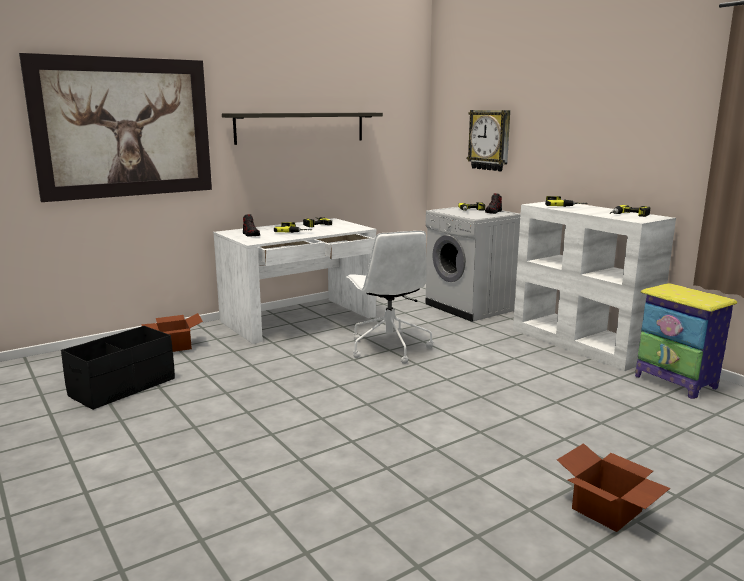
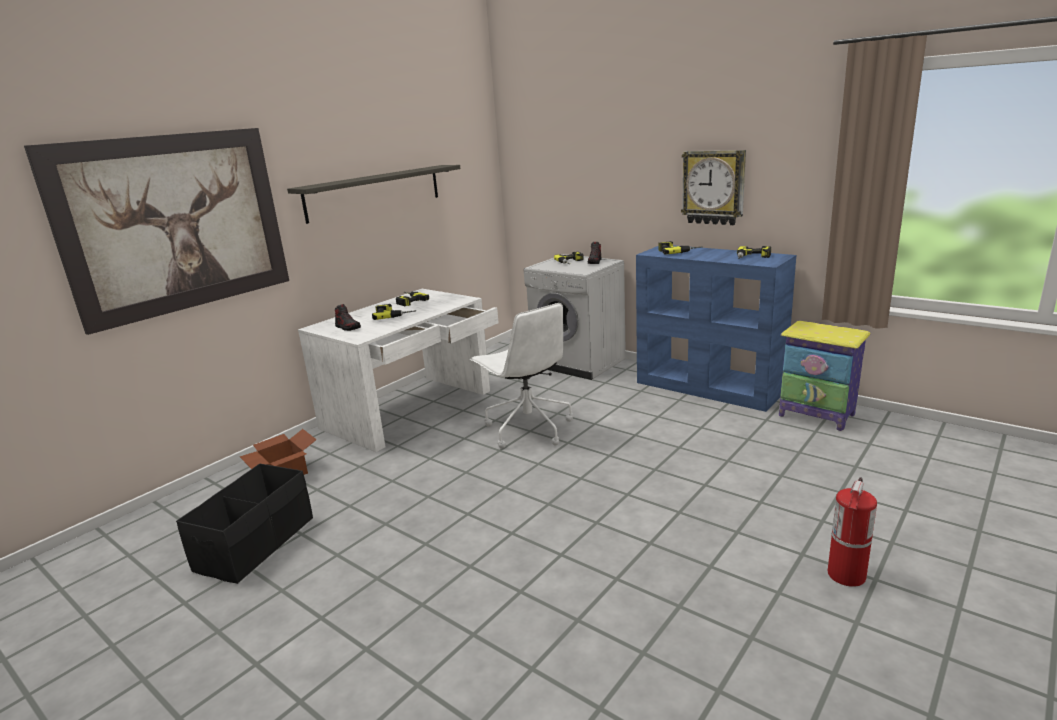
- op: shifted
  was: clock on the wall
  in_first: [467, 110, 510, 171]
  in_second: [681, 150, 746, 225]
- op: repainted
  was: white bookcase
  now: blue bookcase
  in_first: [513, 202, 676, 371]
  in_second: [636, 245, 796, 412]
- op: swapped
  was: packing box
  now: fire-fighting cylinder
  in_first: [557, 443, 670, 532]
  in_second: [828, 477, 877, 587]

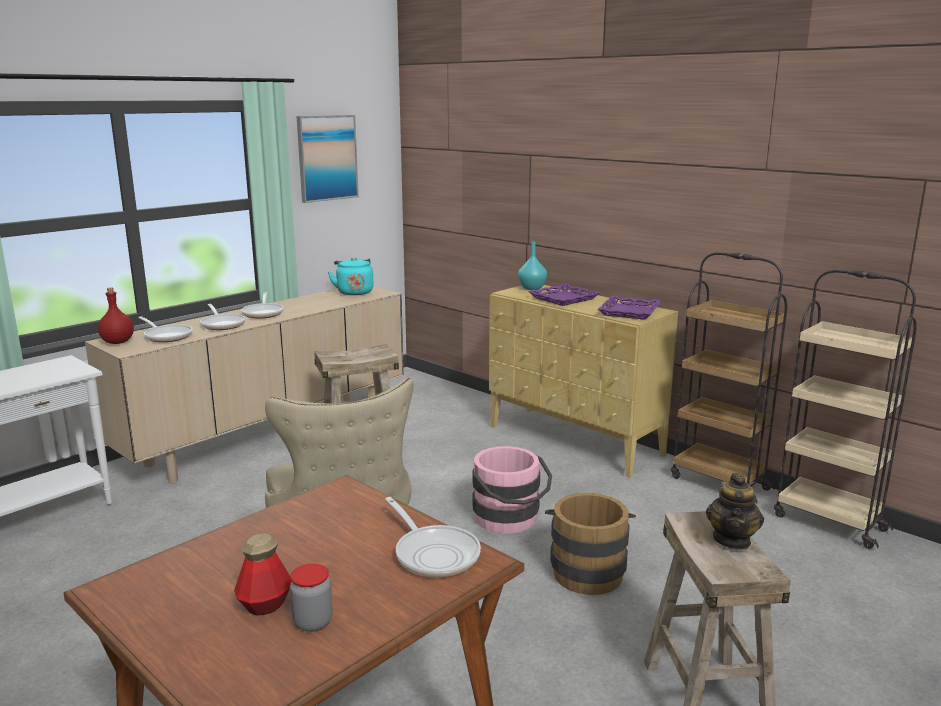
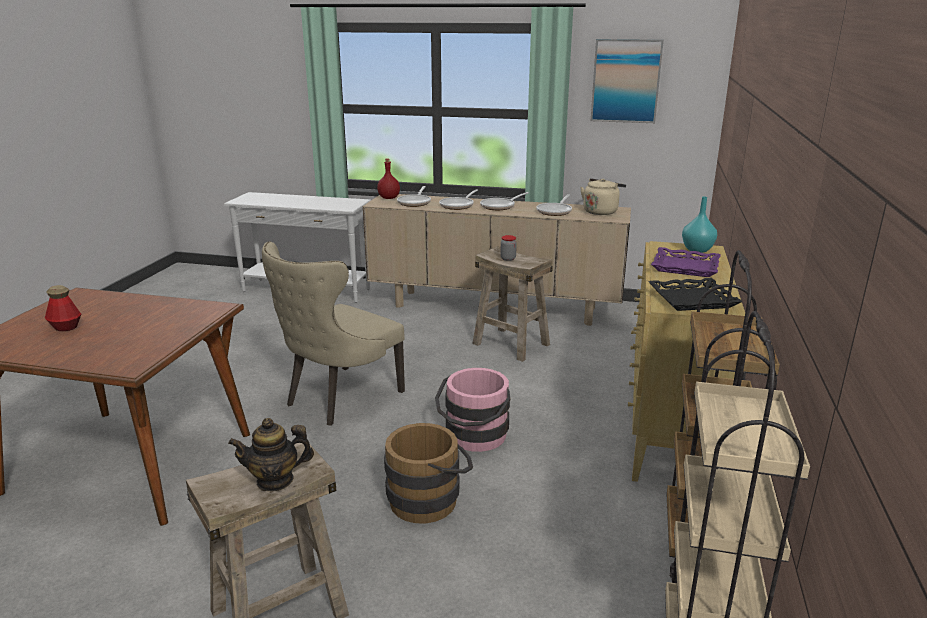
- op: shifted
  was: preserve jar
  in_first: [290, 563, 333, 632]
  in_second: [500, 235, 517, 261]
- op: repainted
  was: blue-green kettle
  now: beige kettle
  in_first: [328, 257, 374, 295]
  in_second: [580, 178, 626, 215]
- op: shifted
  was: skillet
  in_first: [385, 497, 481, 577]
  in_second: [536, 194, 572, 216]
- op: repainted
  was: purple-coloured serving tray
  now: blackish serving tray
  in_first: [598, 296, 661, 320]
  in_second: [648, 278, 742, 311]

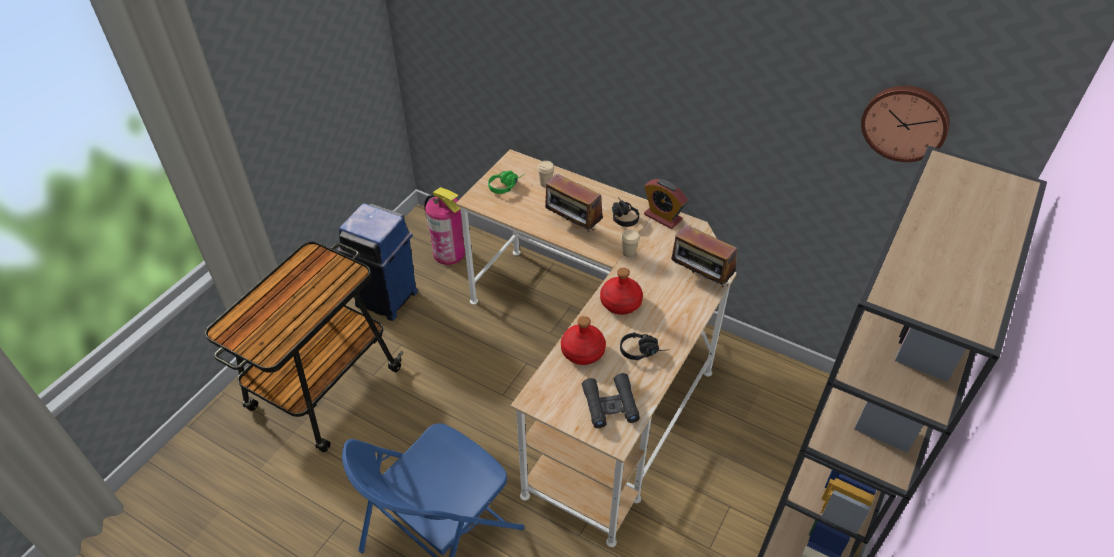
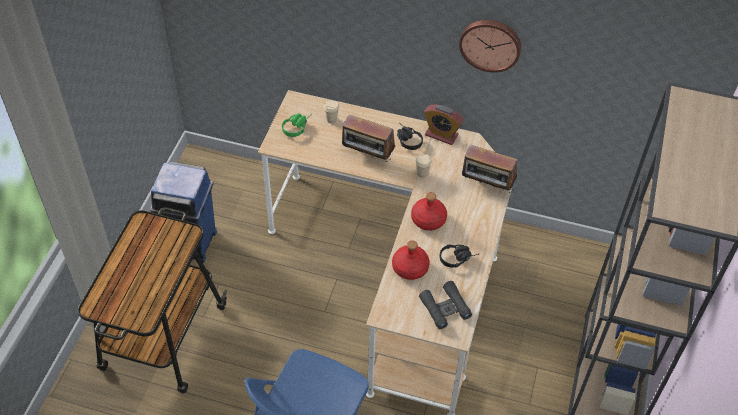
- op: gone
  was: fire-fighting cylinder
  in_first: [424, 187, 465, 265]
- op: shifted
  was: clock on the wall
  in_first: [861, 86, 950, 162]
  in_second: [459, 20, 521, 73]

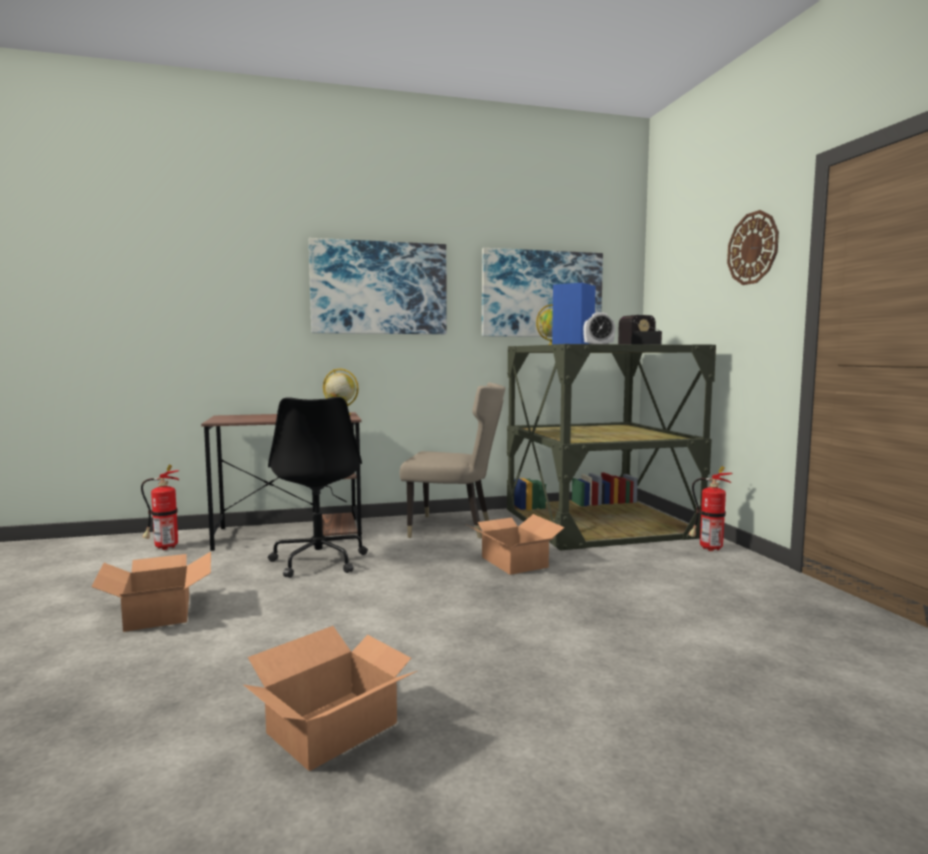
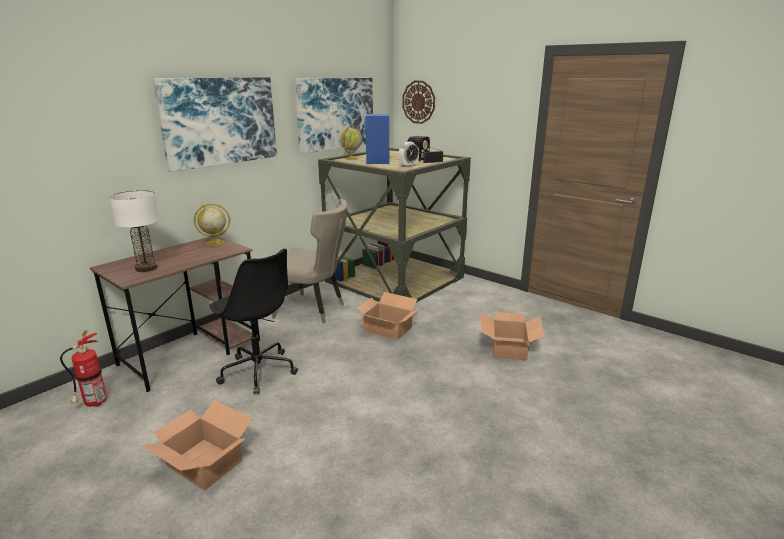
- op: shifted
  was: packing box
  in_first: [244, 626, 417, 771]
  in_second: [481, 312, 545, 360]
- op: rotated
  was: beige upright chair
  in_first: [400, 382, 505, 538]
  in_second: [272, 199, 347, 323]
  clockwise: 45
- op: gone
  was: fire-fighting cylinder
  in_first: [688, 466, 733, 551]
- op: shifted
  was: clock on the wall
  in_first: [727, 210, 779, 285]
  in_second: [402, 81, 435, 124]
- op: new
  now: lamp for a table
  in_second: [109, 190, 159, 272]

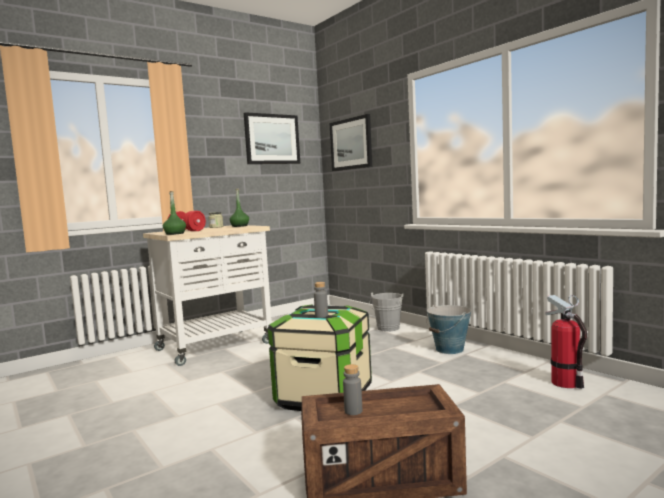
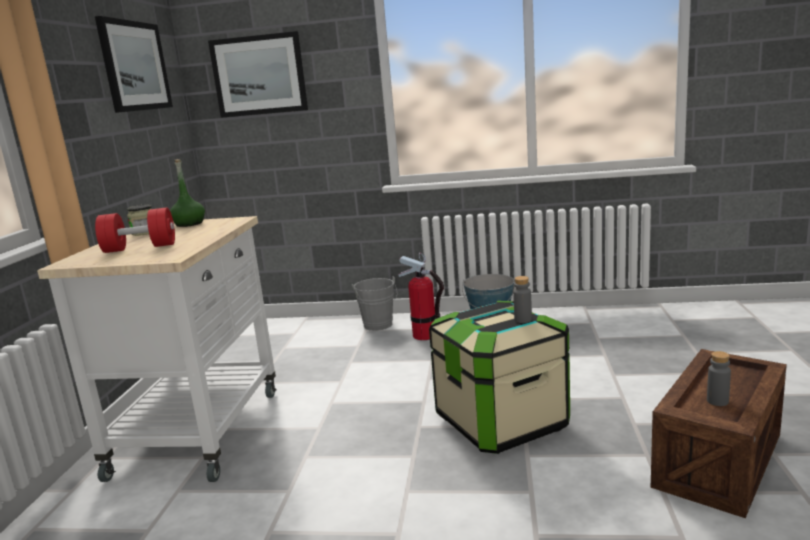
- op: gone
  was: green drink bottle
  in_first: [163, 191, 186, 235]
- op: shifted
  was: fire-fighting cylinder
  in_first: [546, 295, 587, 389]
  in_second: [398, 253, 444, 340]

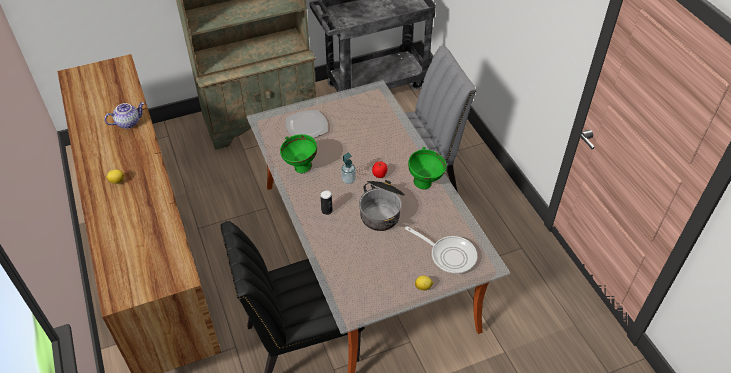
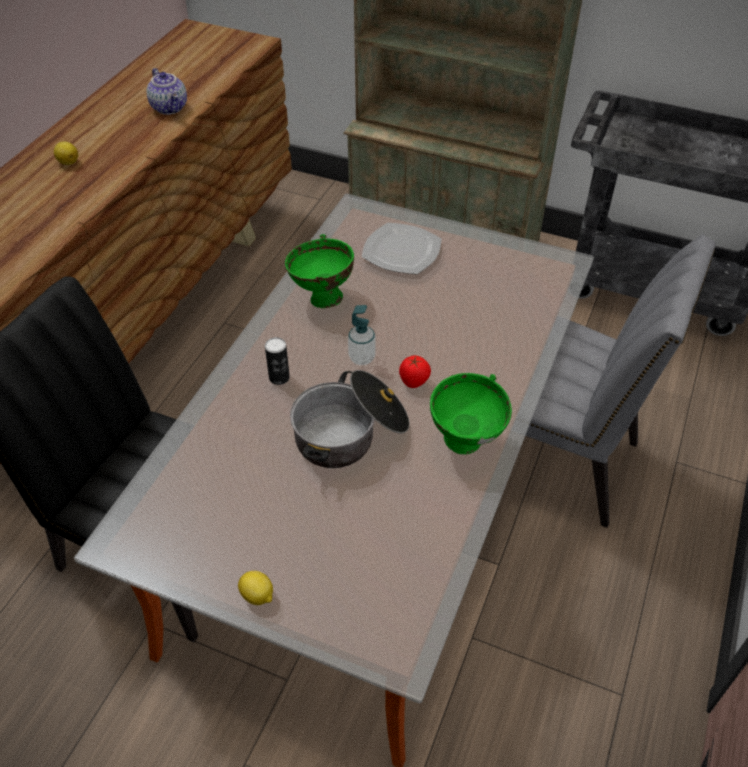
- op: rotated
  was: teapot
  in_first: [104, 102, 145, 129]
  in_second: [147, 68, 187, 115]
  clockwise: 45
- op: gone
  was: skillet
  in_first: [405, 226, 477, 274]

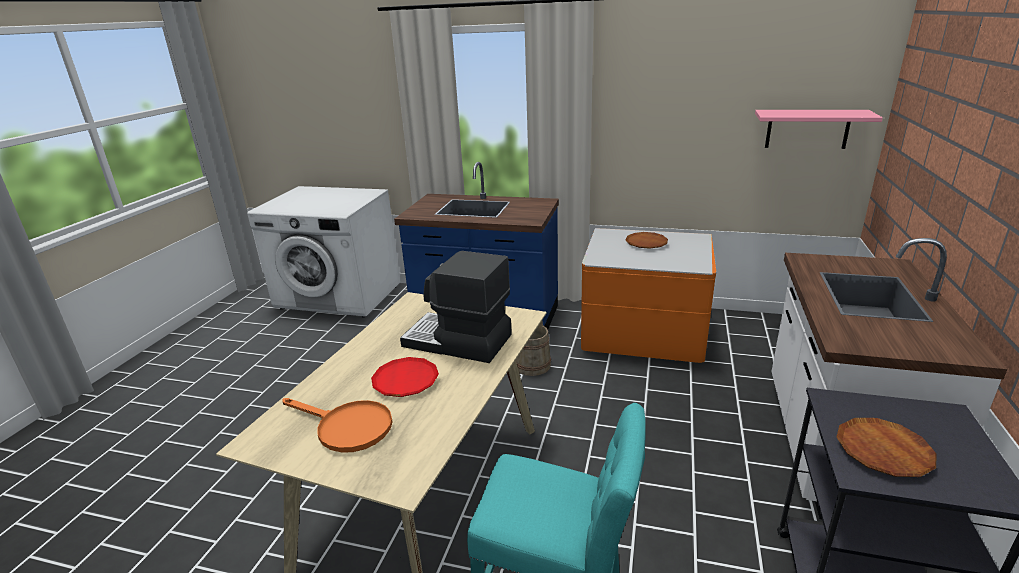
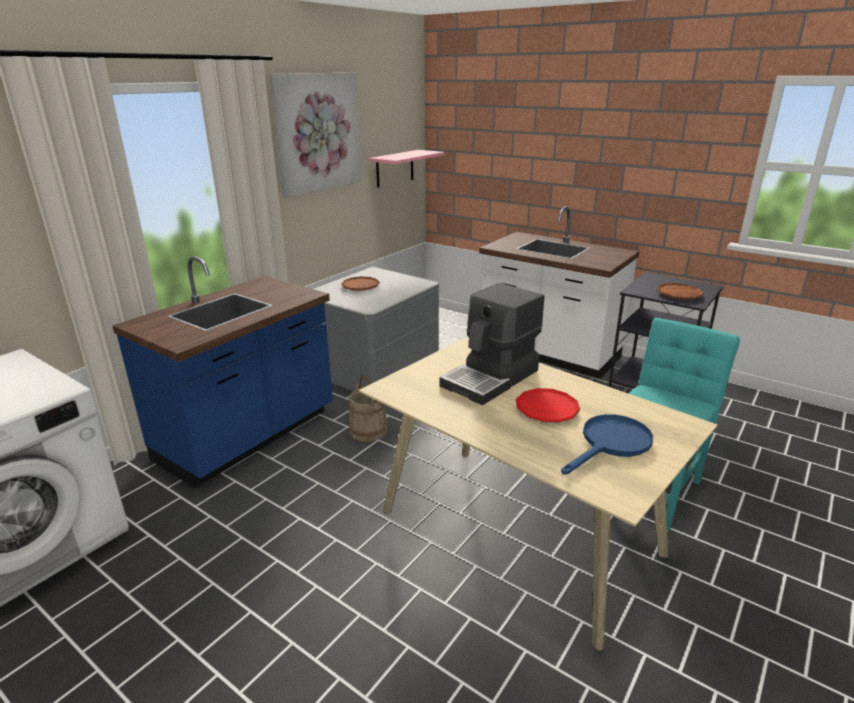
- op: repainted
  was: orange skillet
  now: blue skillet
  in_first: [283, 398, 392, 453]
  in_second: [561, 414, 653, 475]
- op: repainted
  was: orange nightstand
  now: grey nightstand
  in_first: [581, 228, 716, 363]
  in_second: [314, 267, 439, 391]
- op: new
  now: wall picture
  in_second: [269, 73, 362, 198]

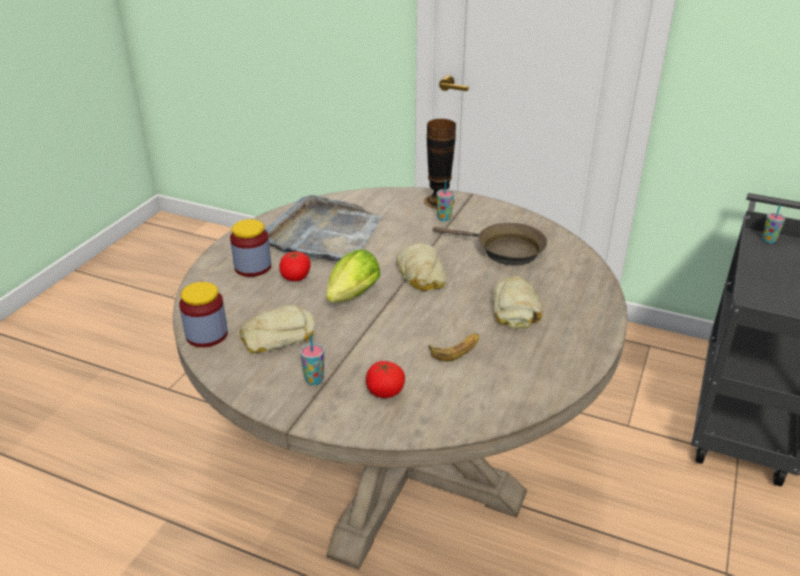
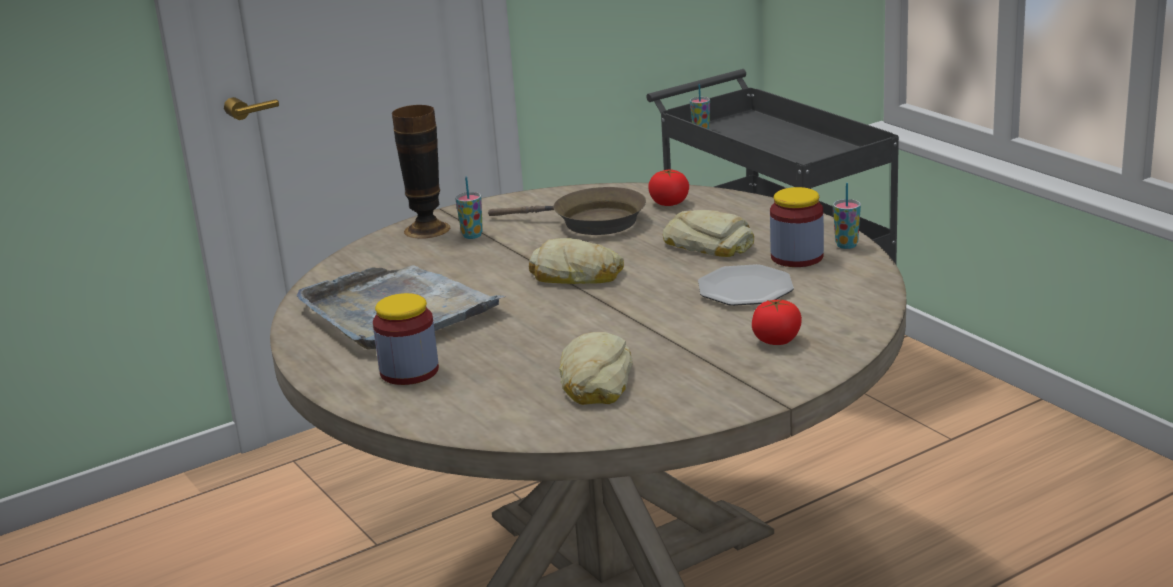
- op: shifted
  was: preserve jar
  in_first: [179, 282, 228, 347]
  in_second: [770, 187, 824, 267]
- op: shifted
  was: tomato
  in_first: [279, 251, 311, 281]
  in_second: [648, 170, 689, 206]
- op: shifted
  was: cup
  in_first: [300, 334, 324, 385]
  in_second: [833, 183, 861, 249]
- op: gone
  was: lettuce
  in_first: [326, 249, 380, 303]
- op: swapped
  was: banana
  now: plate
  in_first: [428, 333, 479, 361]
  in_second: [698, 264, 794, 306]
- op: rotated
  was: brown skillet
  in_first: [433, 223, 547, 266]
  in_second: [488, 187, 646, 235]
  clockwise: 45

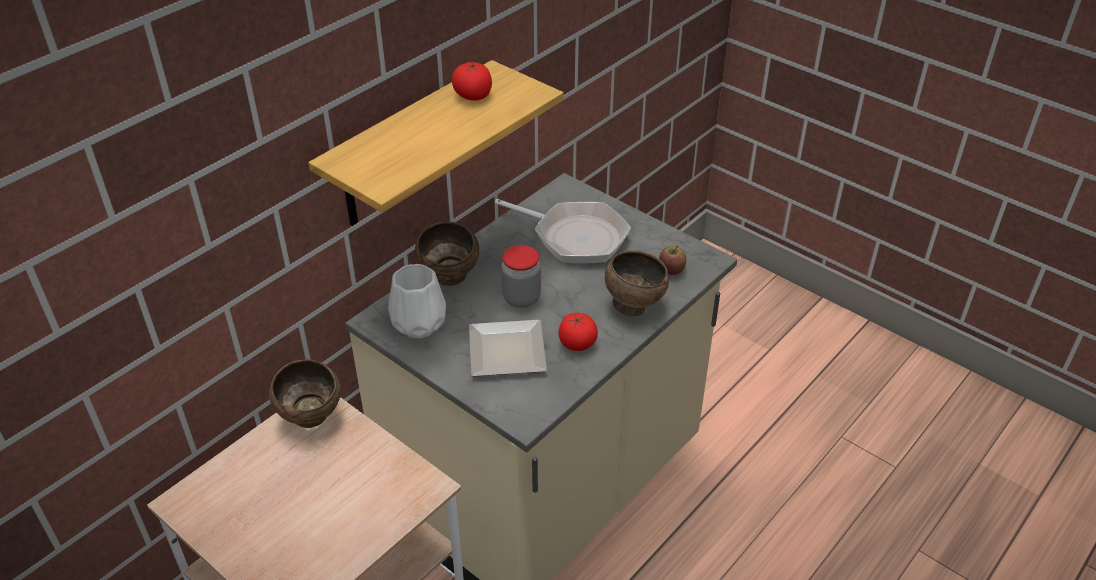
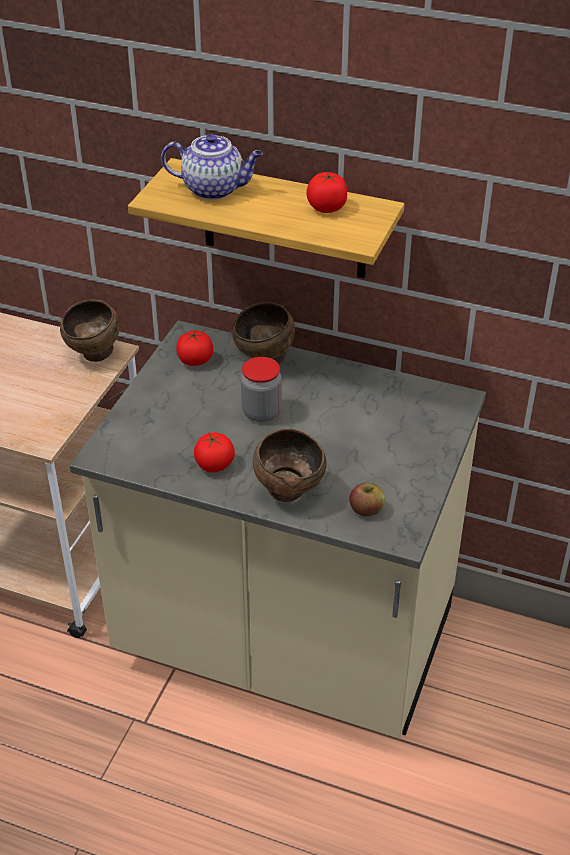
- op: swapped
  was: white flower vase
  now: tomato
  in_first: [388, 264, 446, 339]
  in_second: [176, 330, 213, 366]
- op: gone
  was: plate
  in_first: [469, 320, 547, 377]
- op: gone
  was: skillet
  in_first: [495, 199, 631, 264]
- op: new
  now: teapot
  in_second: [161, 134, 263, 200]

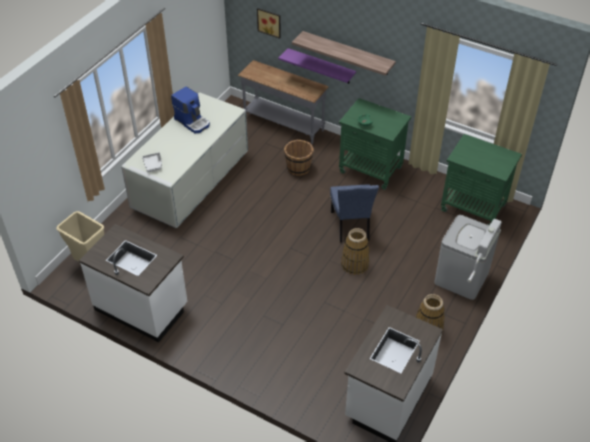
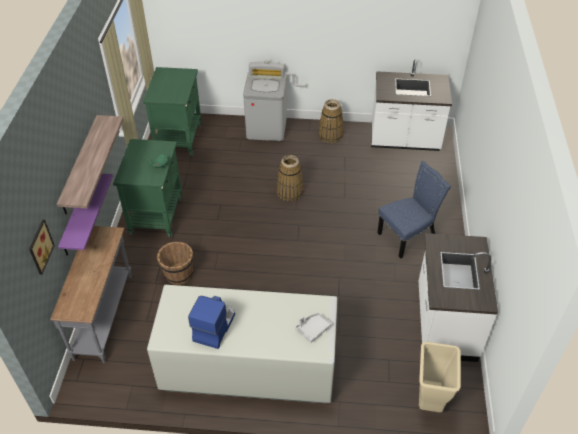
- op: shifted
  was: blue upright chair
  in_first: [330, 184, 379, 243]
  in_second: [377, 161, 451, 258]

